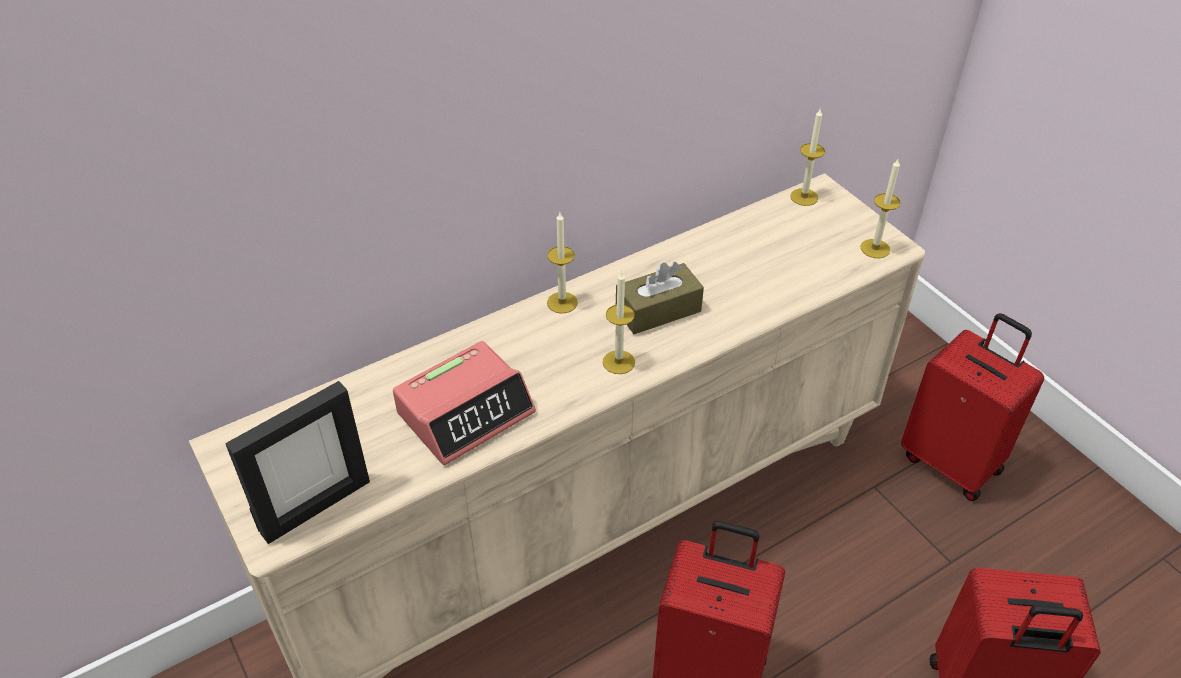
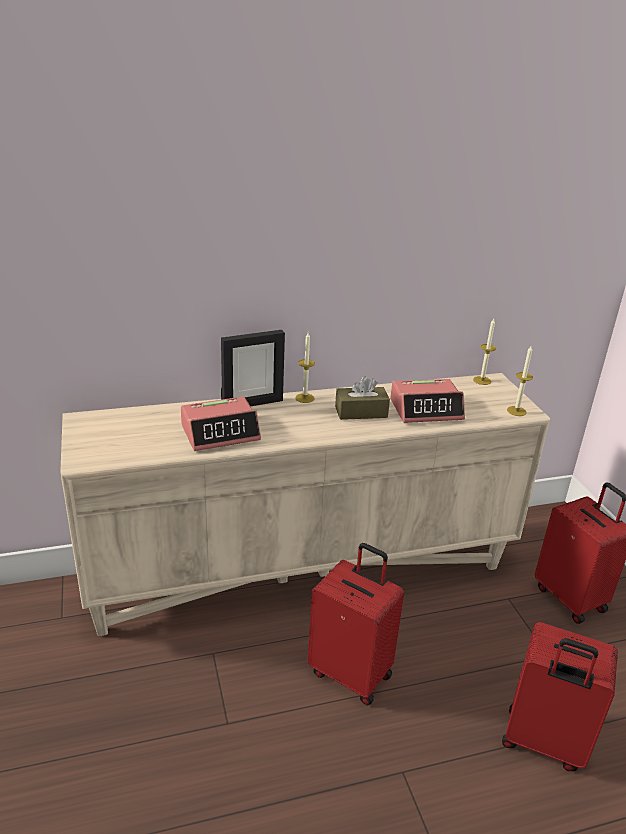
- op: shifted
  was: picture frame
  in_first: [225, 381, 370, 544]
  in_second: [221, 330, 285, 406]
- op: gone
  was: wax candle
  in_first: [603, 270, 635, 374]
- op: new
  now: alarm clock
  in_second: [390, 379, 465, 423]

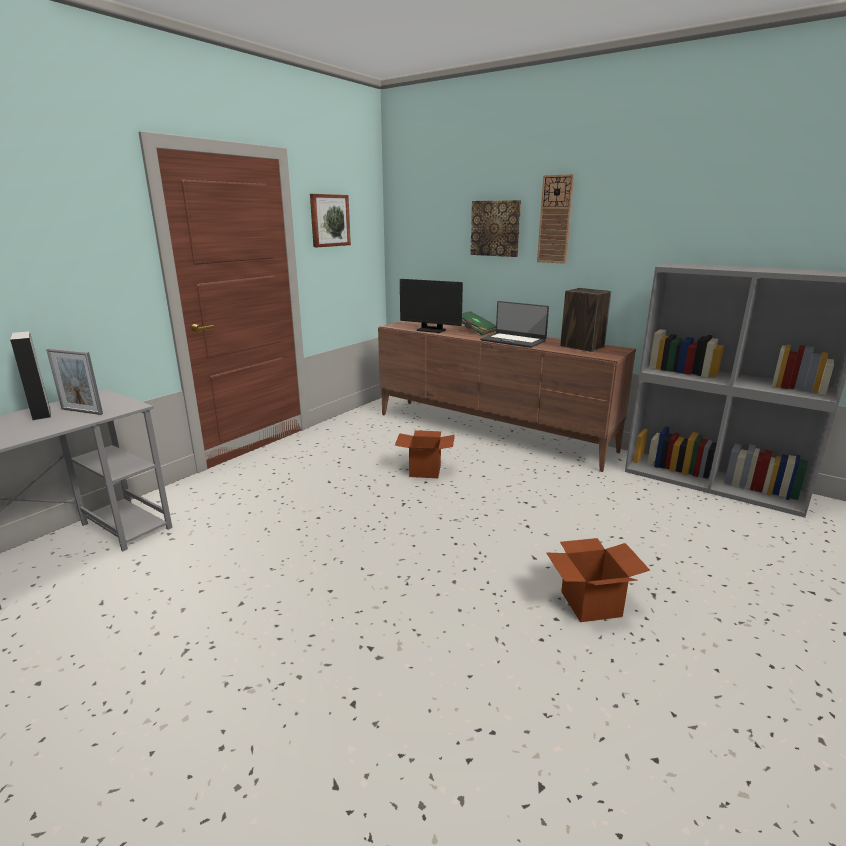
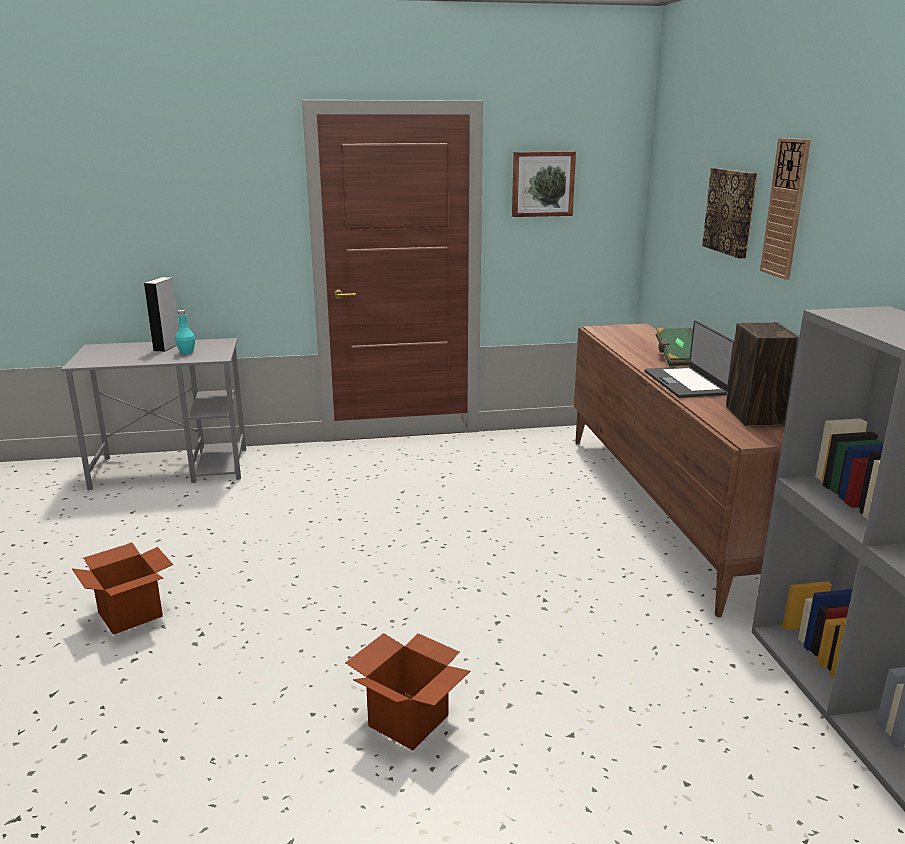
- op: swapped
  was: picture frame
  now: blue-green drink bottle
  in_first: [46, 348, 103, 415]
  in_second: [175, 310, 195, 354]
- op: shifted
  was: packing box
  in_first: [395, 430, 455, 478]
  in_second: [72, 543, 173, 635]
- op: gone
  was: computer screen
  in_first: [400, 279, 463, 333]

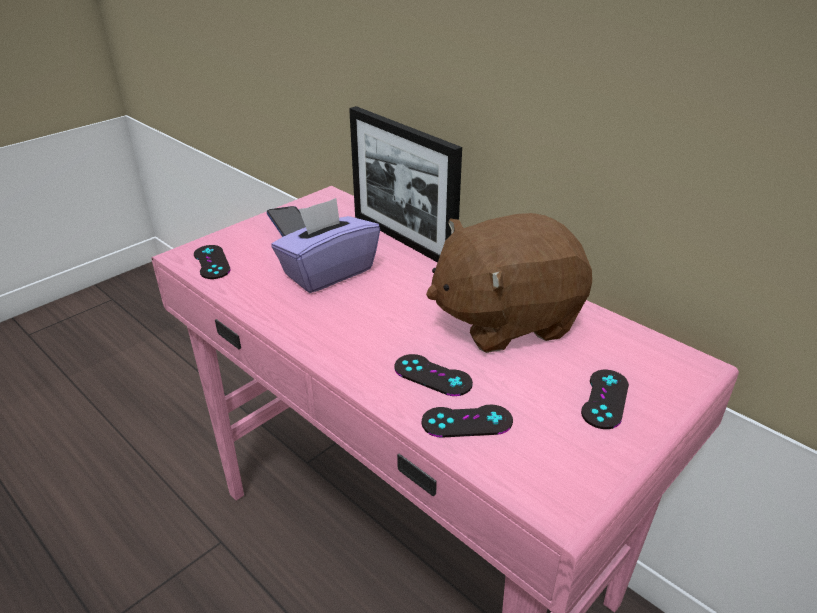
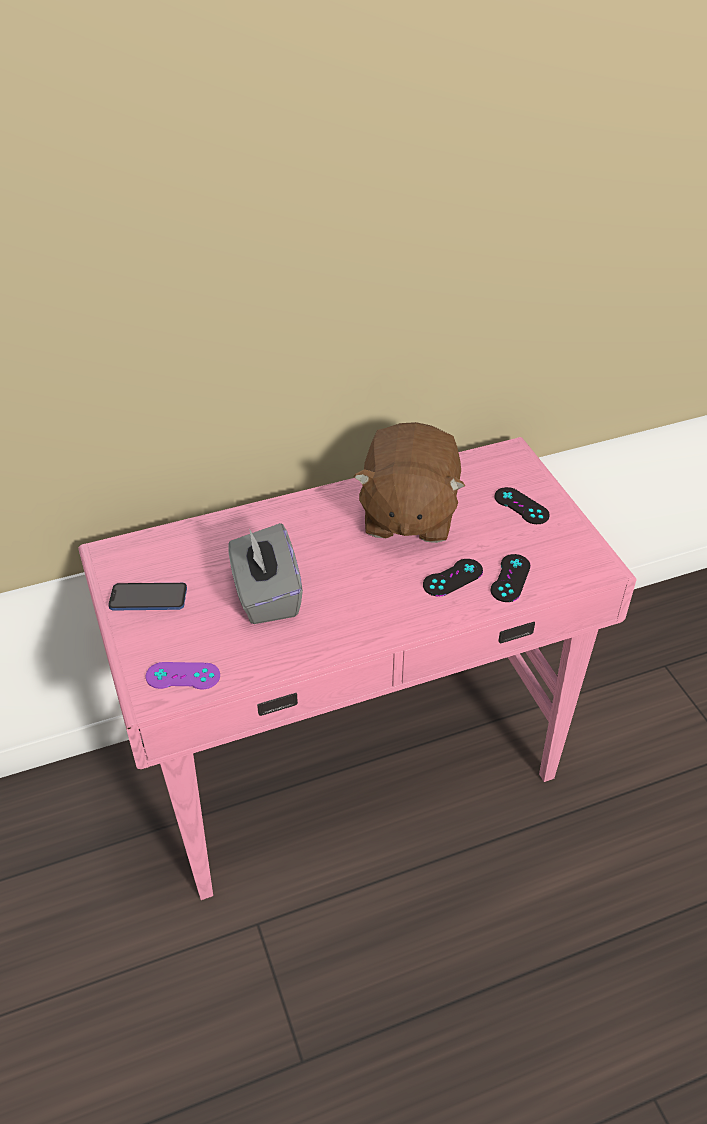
- op: repainted
  was: blackish gamepad
  now: purple-coloured gamepad
  in_first: [194, 245, 230, 279]
  in_second: [146, 662, 220, 690]
- op: repainted
  was: purple-coloured box of tissues
  now: grey box of tissues
  in_first: [271, 198, 380, 293]
  in_second: [228, 523, 303, 624]
- op: gone
  was: picture frame
  in_first: [349, 106, 462, 262]

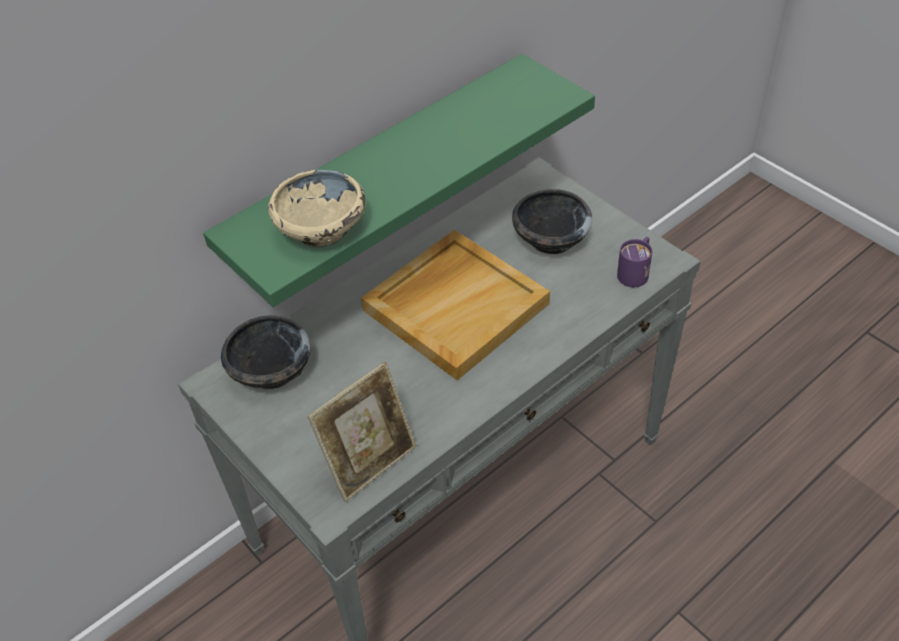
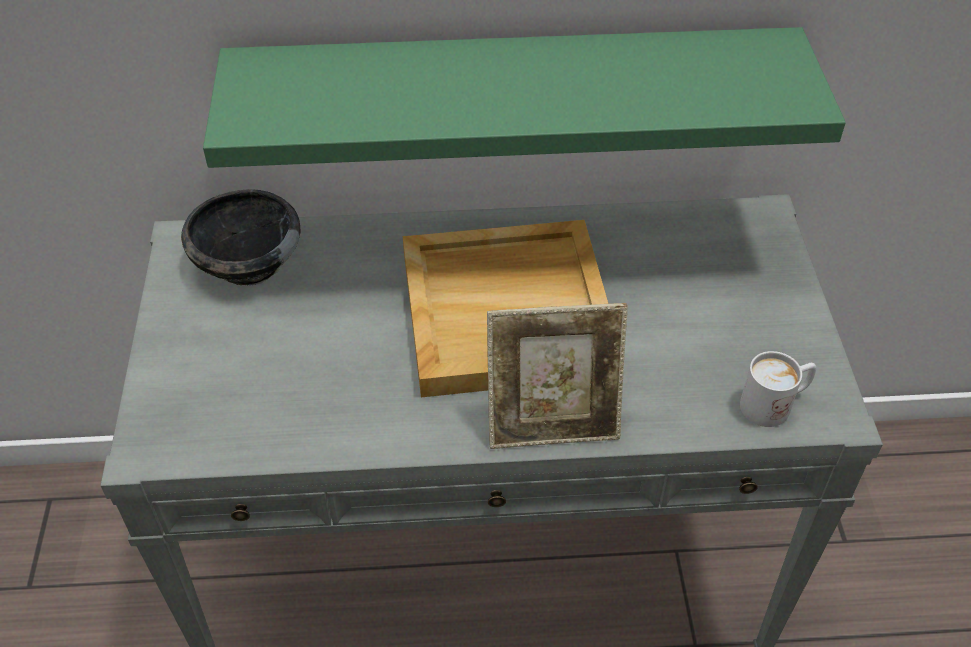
- op: gone
  was: beige bowl
  in_first: [268, 170, 365, 248]
- op: shifted
  was: picture frame
  in_first: [307, 362, 417, 502]
  in_second: [487, 303, 628, 449]
- op: gone
  was: blackish bowl
  in_first: [512, 189, 592, 254]
- op: repainted
  was: purple-coloured mug
  now: white mug
  in_first: [617, 237, 652, 287]
  in_second: [740, 351, 816, 427]

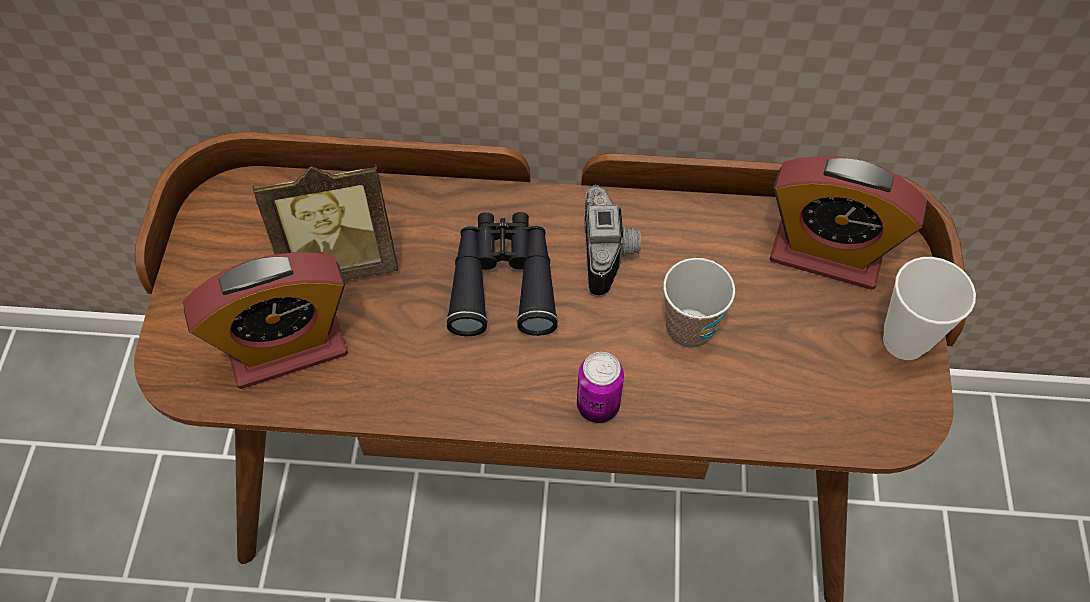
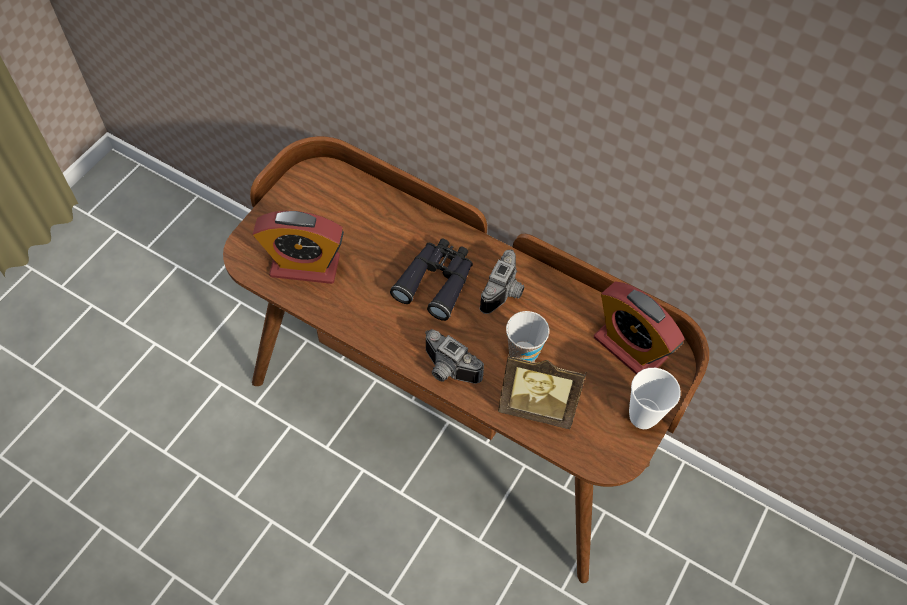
- op: shifted
  was: picture frame
  in_first: [252, 164, 398, 281]
  in_second: [498, 354, 586, 429]
- op: swapped
  was: sealed can
  now: photo camera
  in_first: [577, 352, 624, 423]
  in_second: [425, 329, 484, 384]

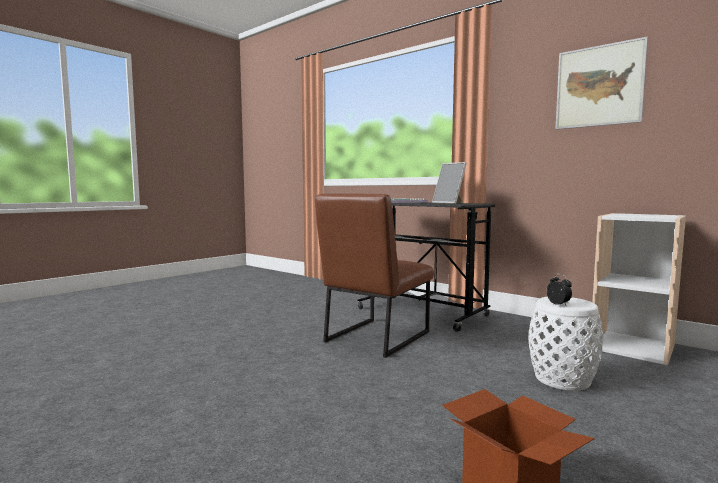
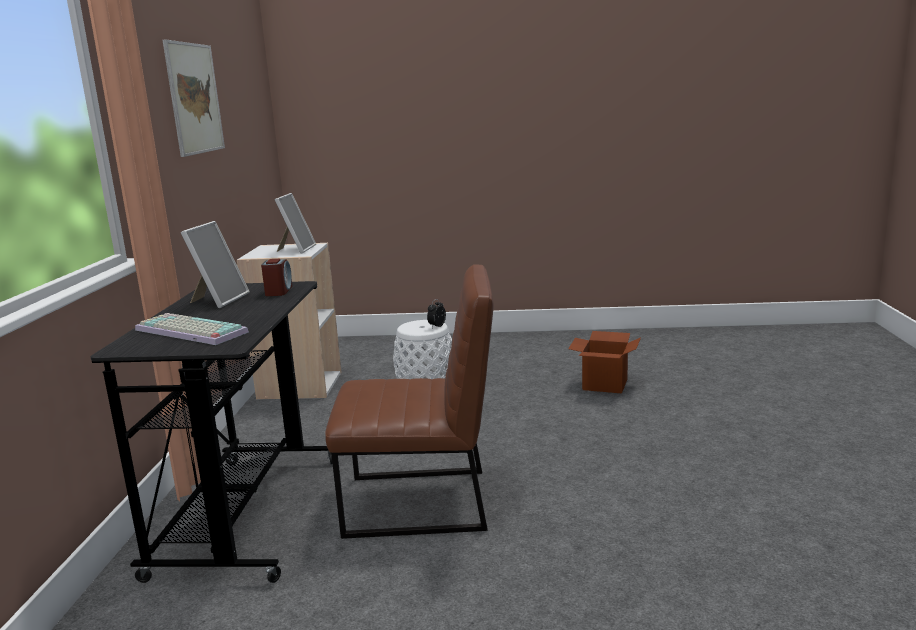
- op: new
  now: alarm clock
  in_second: [261, 259, 292, 296]
- op: new
  now: picture frame
  in_second: [275, 193, 316, 254]

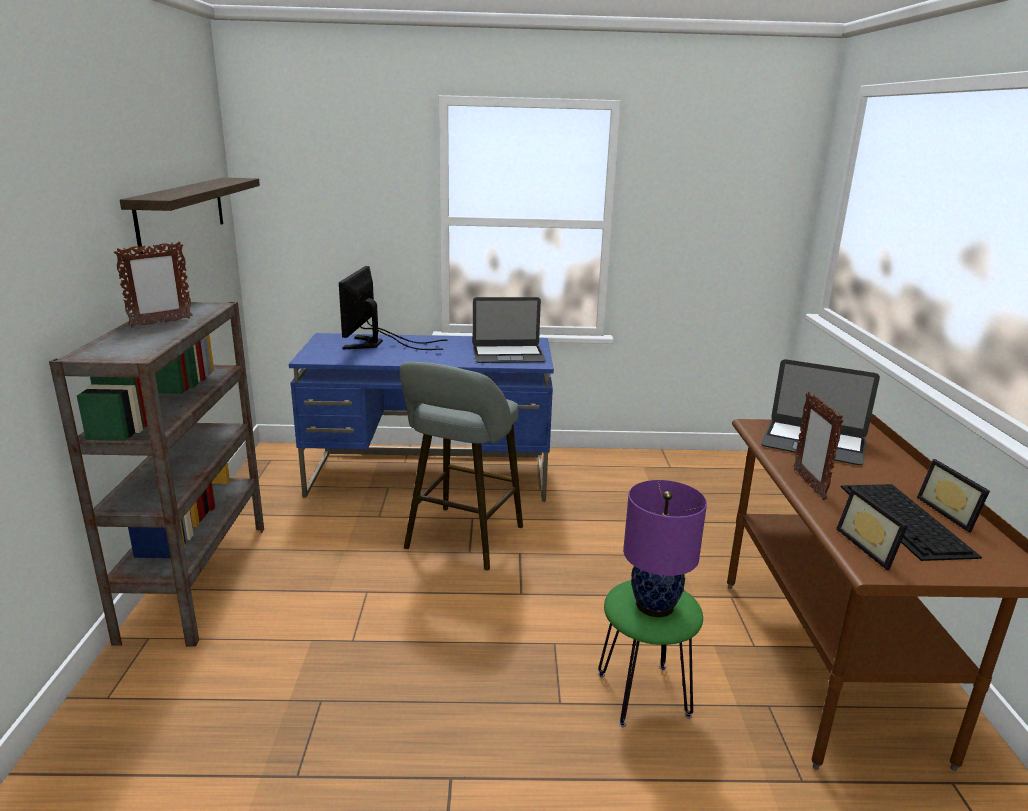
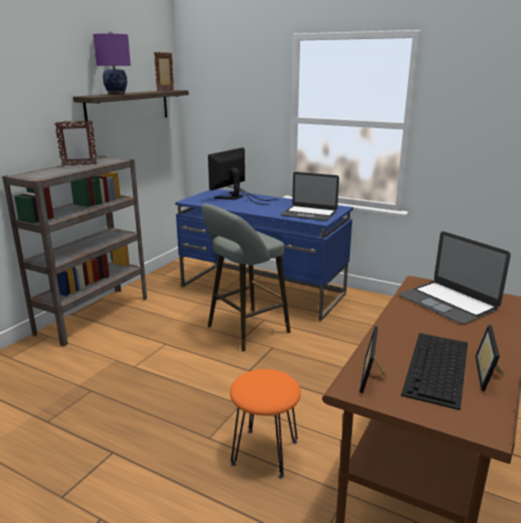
- op: repainted
  was: green stool
  now: orange stool
  in_first: [598, 580, 703, 727]
  in_second: [230, 369, 301, 478]
- op: shifted
  was: purple-coloured lamp for a table
  in_first: [623, 480, 707, 617]
  in_second: [93, 31, 131, 95]
- op: shifted
  was: picture frame
  in_first: [794, 392, 844, 500]
  in_second: [154, 51, 174, 92]

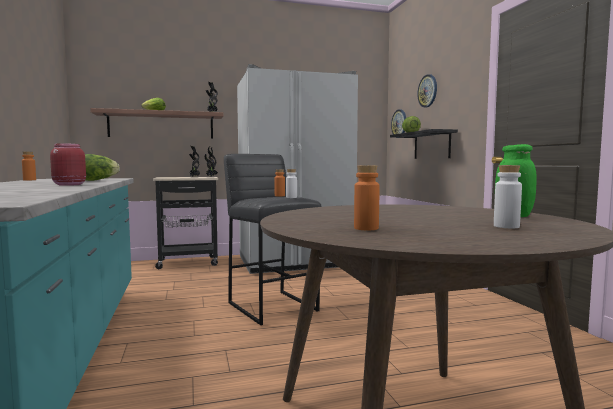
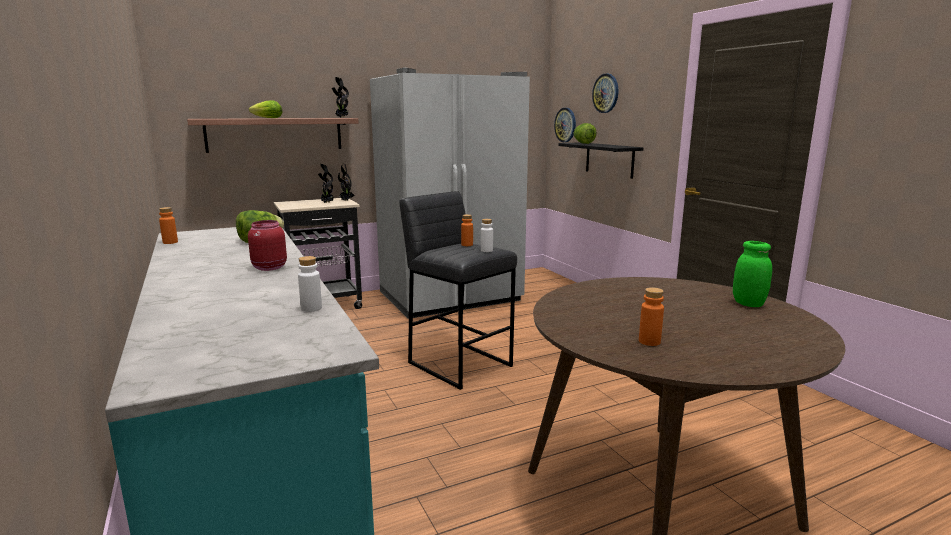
- op: shifted
  was: white drink bottle
  in_first: [494, 165, 522, 228]
  in_second: [298, 256, 322, 312]

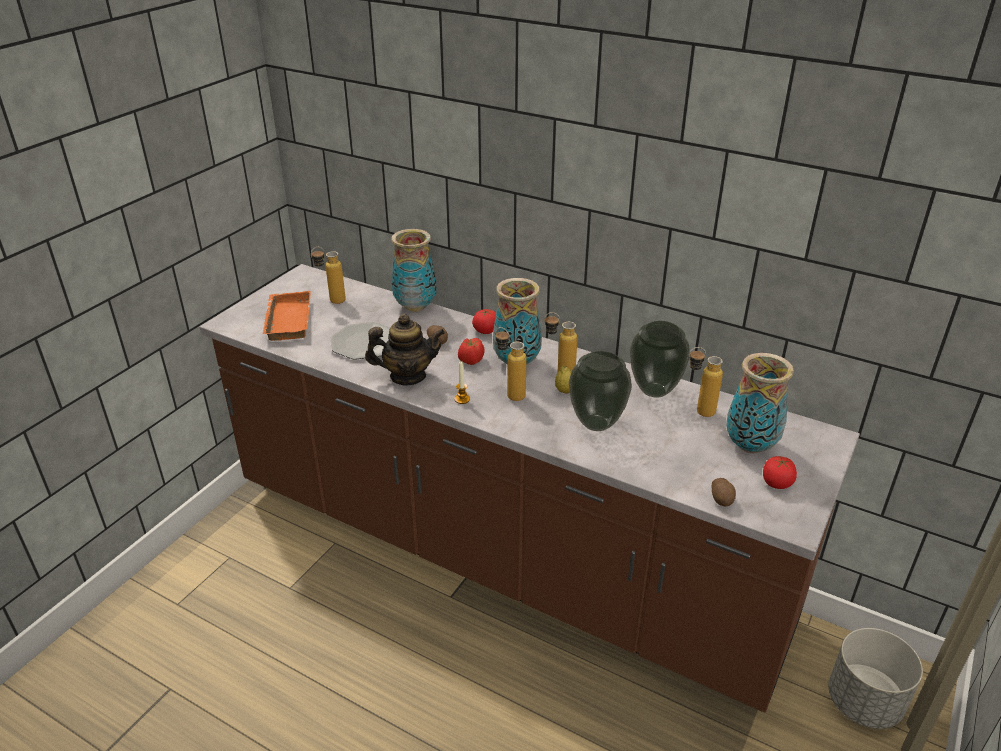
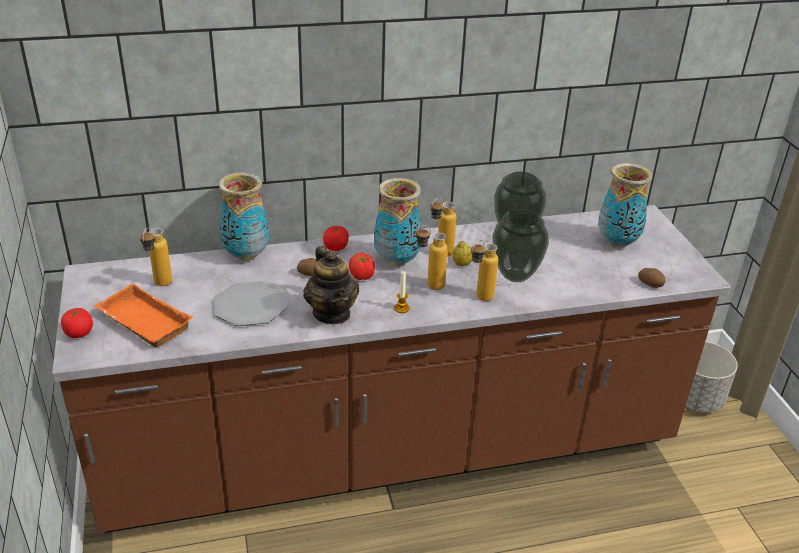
- op: rotated
  was: teapot
  in_first: [365, 314, 445, 386]
  in_second: [303, 246, 359, 324]
  clockwise: 120
- op: shifted
  was: drink bottle
  in_first: [689, 347, 723, 417]
  in_second: [471, 240, 498, 301]
- op: shifted
  was: tomato
  in_first: [763, 456, 797, 489]
  in_second: [61, 308, 93, 338]

